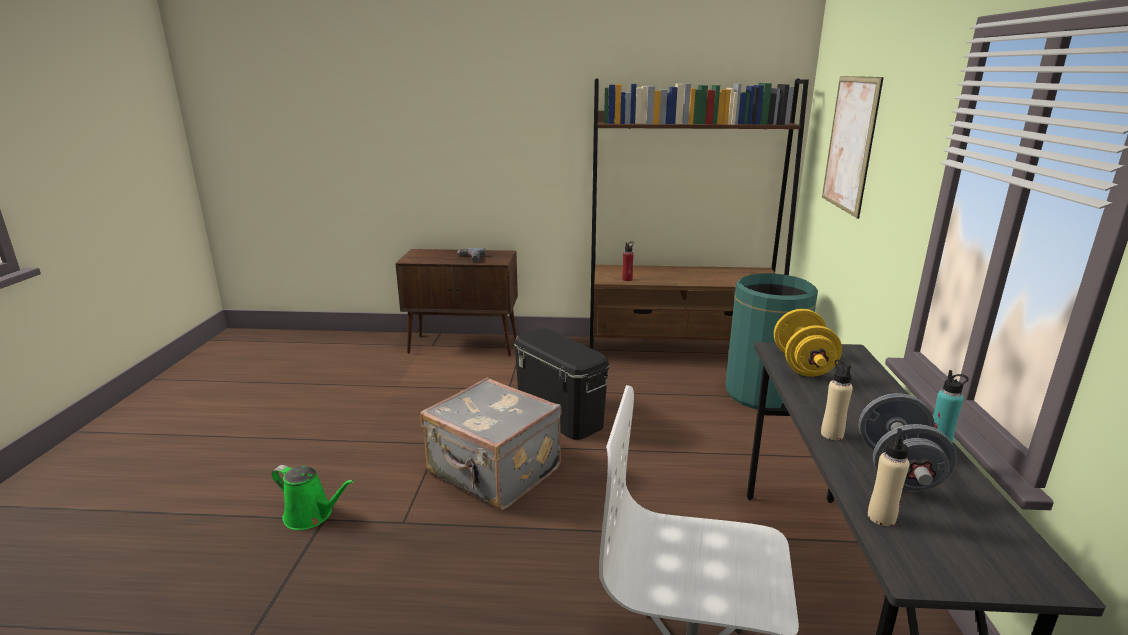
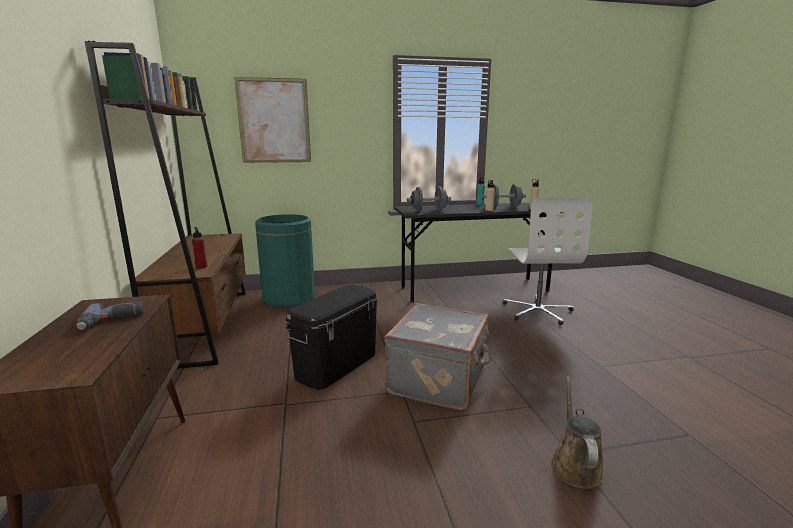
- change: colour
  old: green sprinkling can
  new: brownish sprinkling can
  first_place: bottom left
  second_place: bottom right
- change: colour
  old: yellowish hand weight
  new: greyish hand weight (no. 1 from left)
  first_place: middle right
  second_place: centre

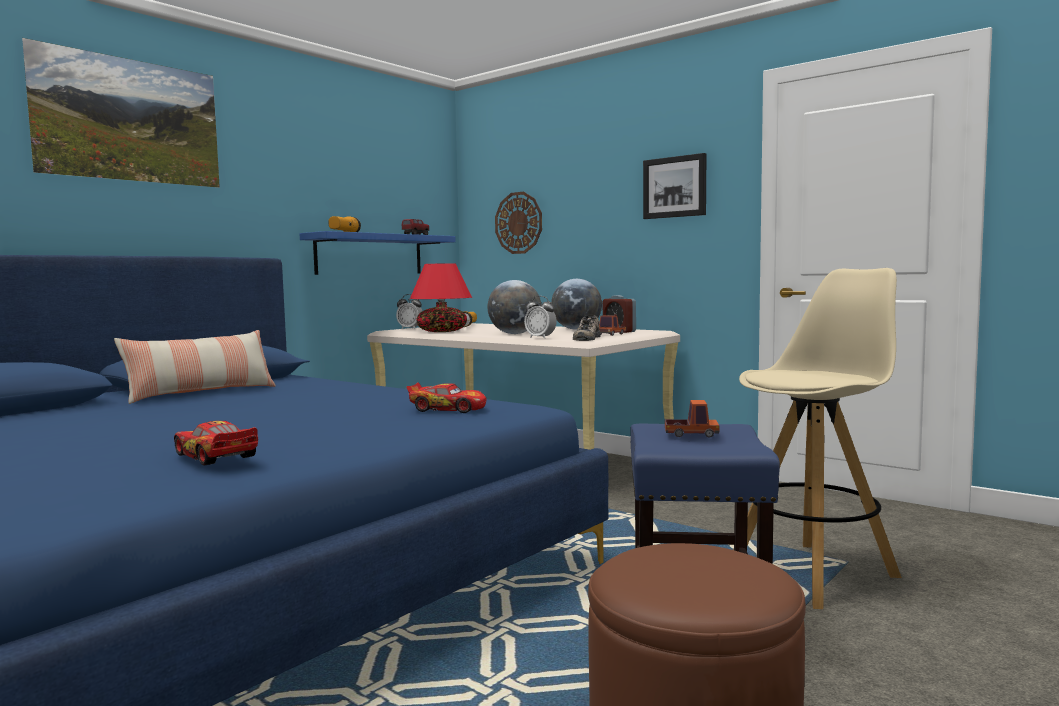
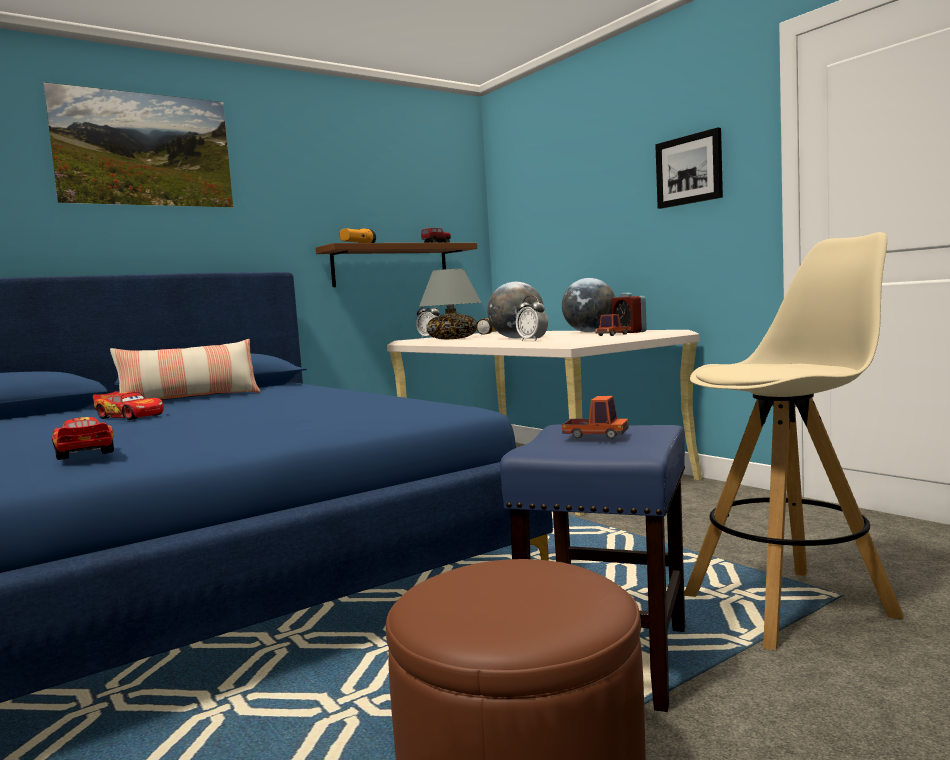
- change: colour
  old: blue wall shelf
  new: brownish wall shelf
  first_place: centre
  second_place: centre
- change: relocated
  old: toy car (no. 2 from left)
  first_place: centre
  second_place: middle left
- change: colour
  old: reddish table lamp
  new: greyish table lamp
  first_place: centre
  second_place: centre
- change: missing
  old: clock on the wall
  first_place: top centre
- change: missing
  old: item of footwear
  first_place: centre

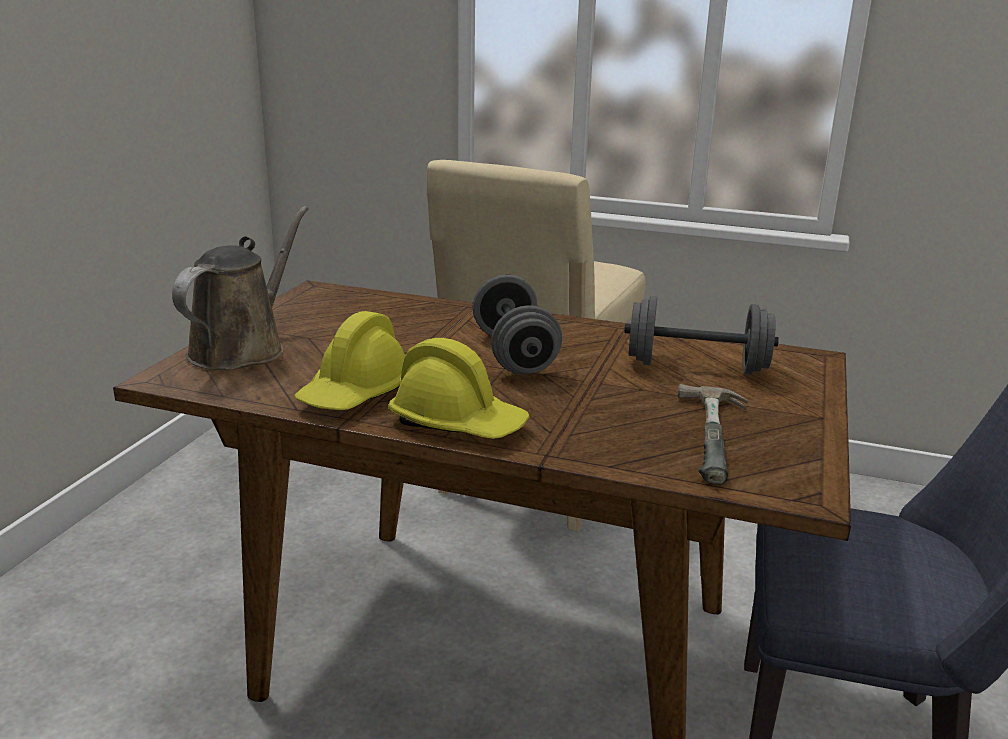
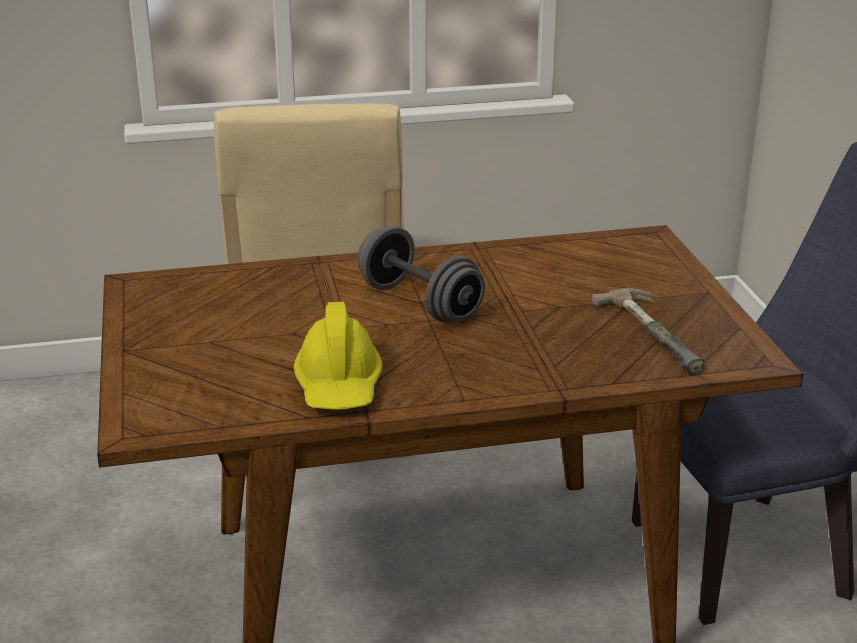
- change: missing
  old: brownish sprinkling can
  first_place: middle left
- change: missing
  old: yellowish safety helmet (no. 2 from left)
  first_place: centre
- change: missing
  old: greyish hand weight (no. 2 from left)
  first_place: middle right

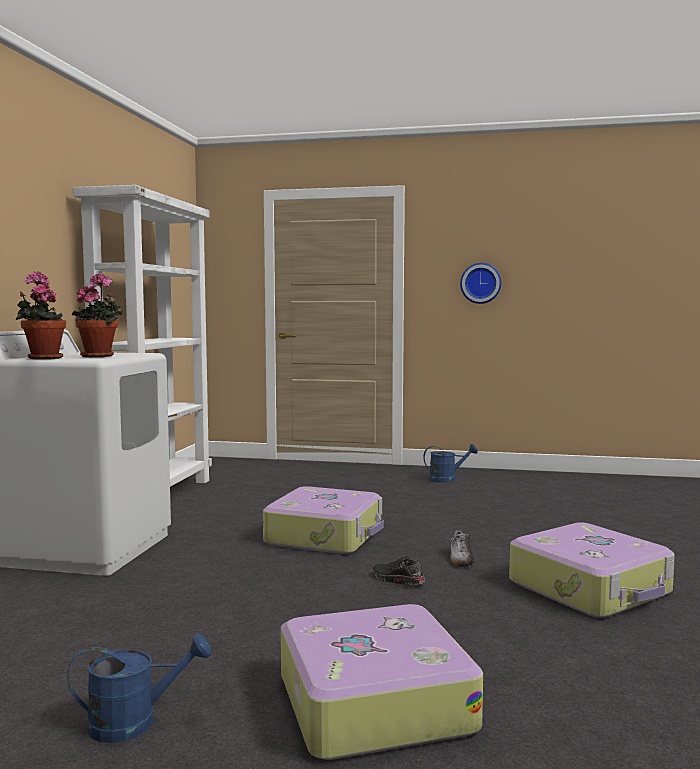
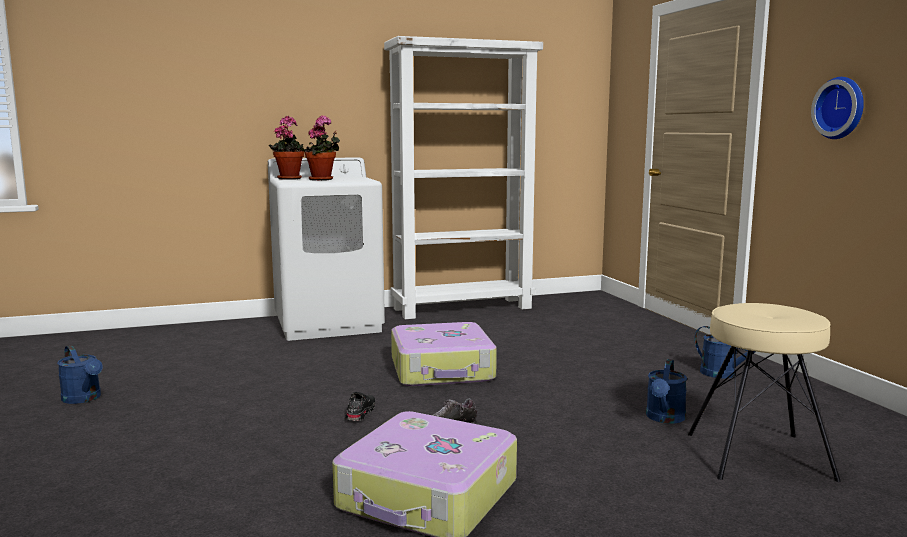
- change: missing
  old: travel case (no. 2 from left)
  first_place: bottom centre
- change: appeared
  new: blue sprinkling can (no. 2 from left)
  second_place: bottom right
- change: appeared
  new: beige-coloured stool seat
  second_place: bottom right

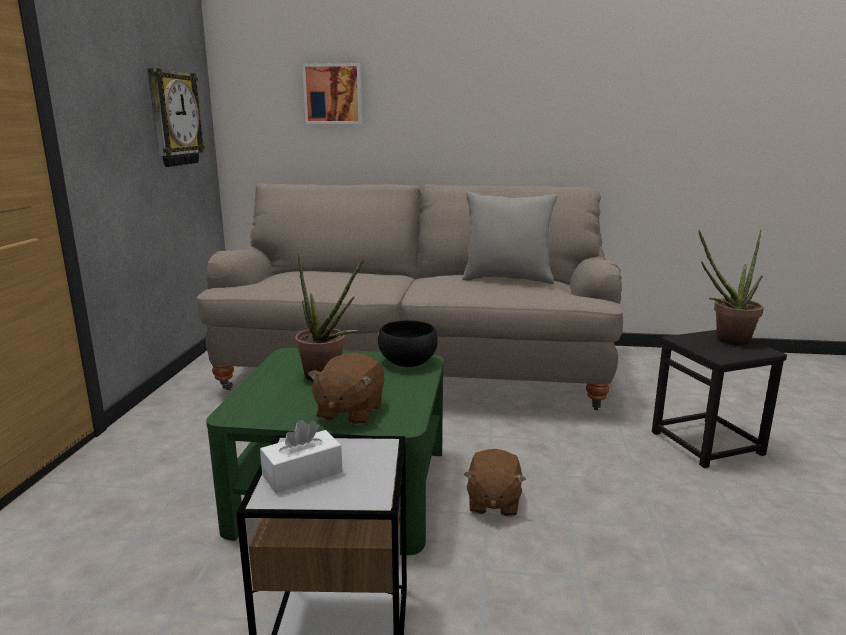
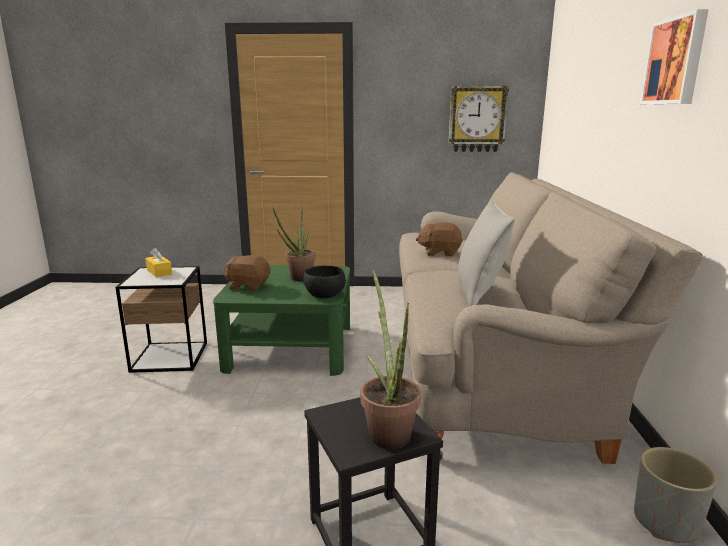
- change: colour
  old: white-coloured box of tissues
  new: yellowish box of tissues
  first_place: bottom centre
  second_place: middle left
- change: relocated
  old: wall art
  first_place: top centre
  second_place: top right
- change: relocated
  old: brownish plush toy (no. 2 from left)
  first_place: bottom centre
  second_place: centre
- change: appeared
  new: greyish plant pot
  second_place: bottom right

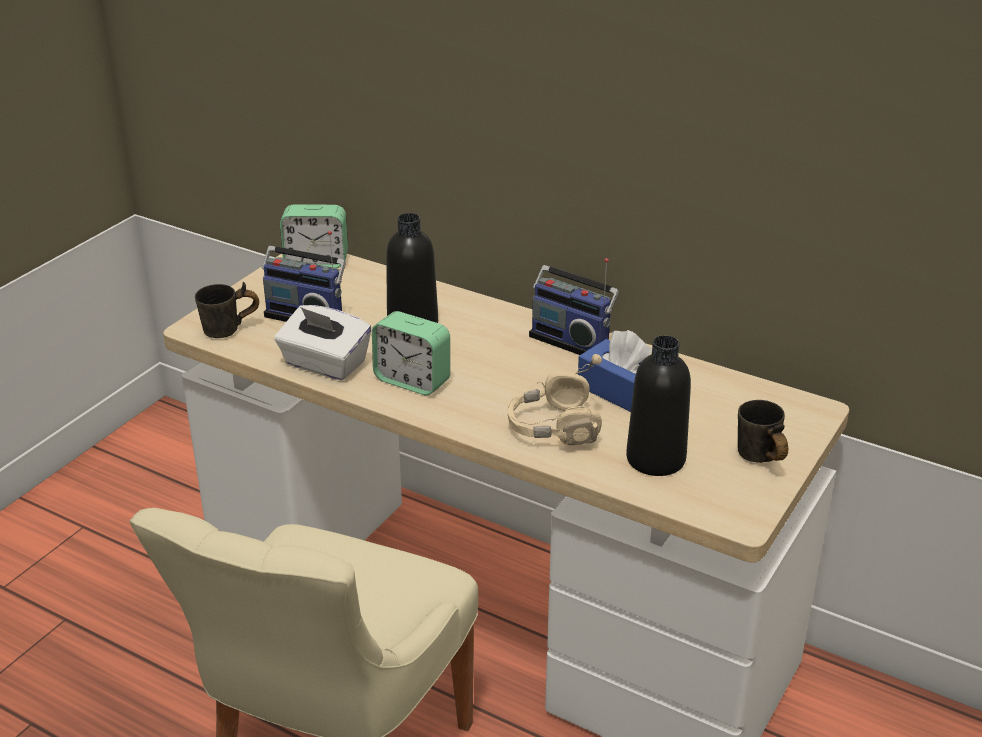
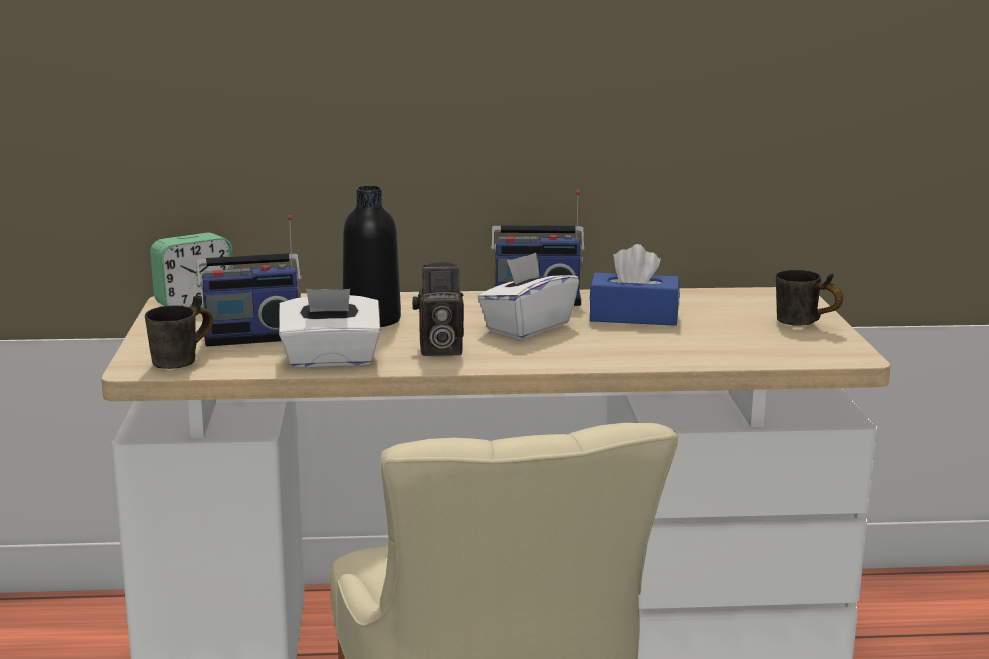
- change: exchanged
  old: table clock (no. 2 from left)
  new: photo camera
  first_place: centre
  second_place: centre
- change: missing
  old: beige-coloured headset
  first_place: centre
- change: missing
  old: blackish drink bottle (no. 2 from left)
  first_place: middle right
- change: appeared
  new: white-coloured box of tissues (no. 2 from left)
  second_place: centre

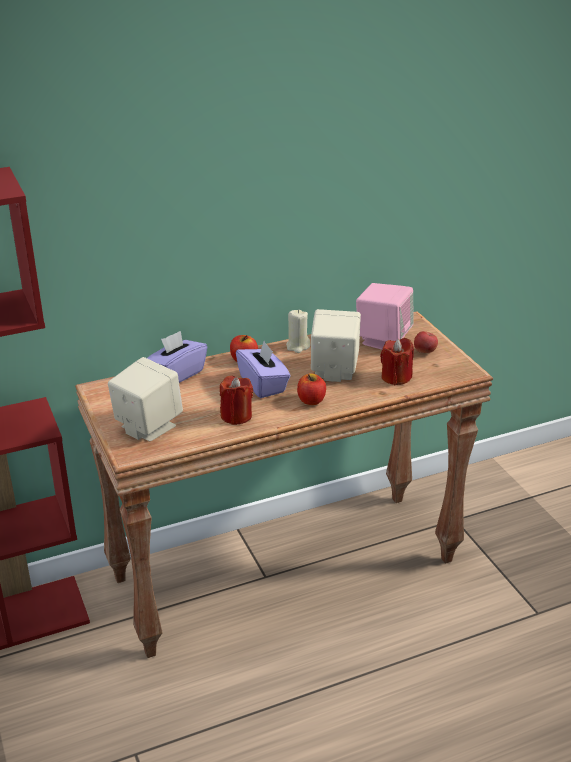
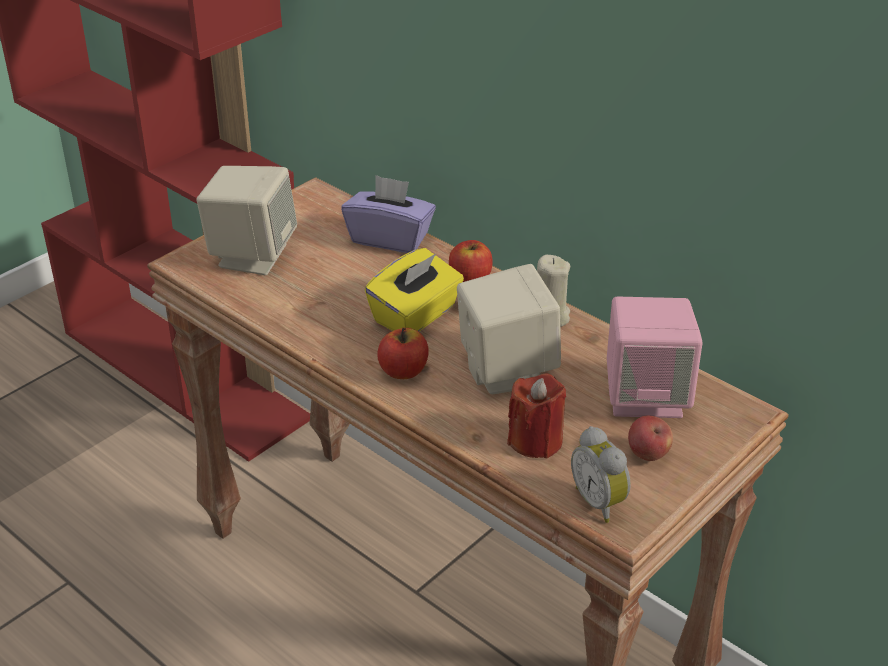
- change: missing
  old: reddish wax candle (no. 1 from left)
  first_place: centre
- change: colour
  old: purple box of tissues (no. 2 from left)
  new: yellowish box of tissues
  first_place: centre
  second_place: centre
- change: appeared
  new: table clock
  second_place: bottom right

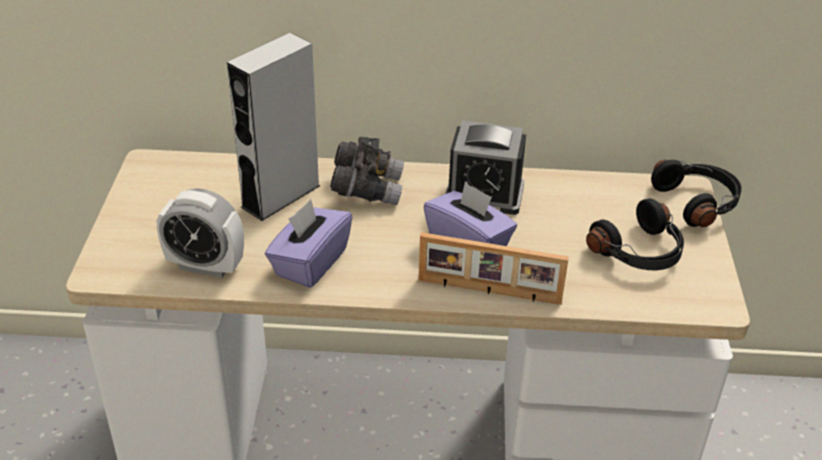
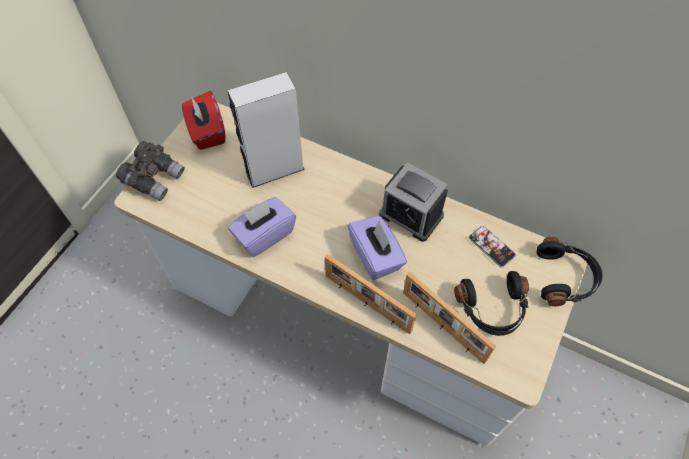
- change: missing
  old: table clock (no. 1 from left)
  first_place: middle left
- change: relocated
  old: greyish binoculars
  first_place: centre
  second_place: middle left
- change: appeared
  new: reddish box of tissues
  second_place: top left
- change: appeared
  new: picture frame (no. 2 from left)
  second_place: bottom centre
- change: appeared
  new: telephone
  second_place: middle right

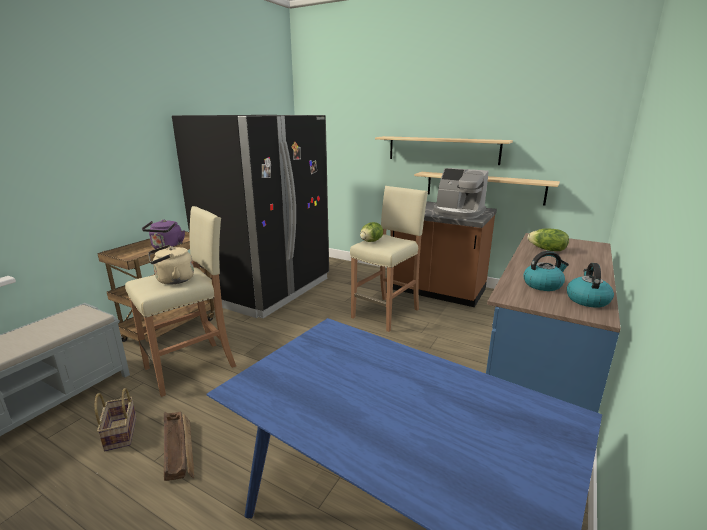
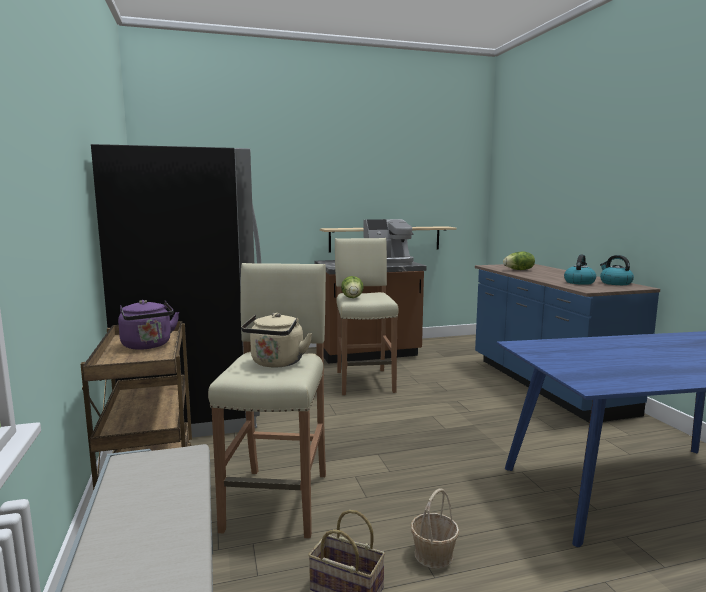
- change: exchanged
  old: shipping crate
  new: storage basket (no. 2 from left)
  first_place: bottom left
  second_place: bottom centre
- change: missing
  old: wall shelf (no. 1 from left)
  first_place: top centre

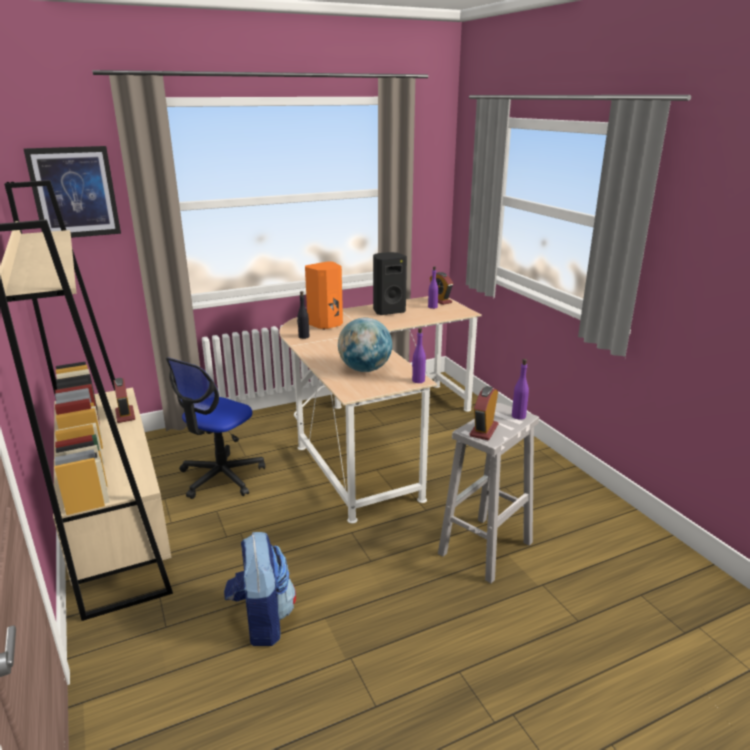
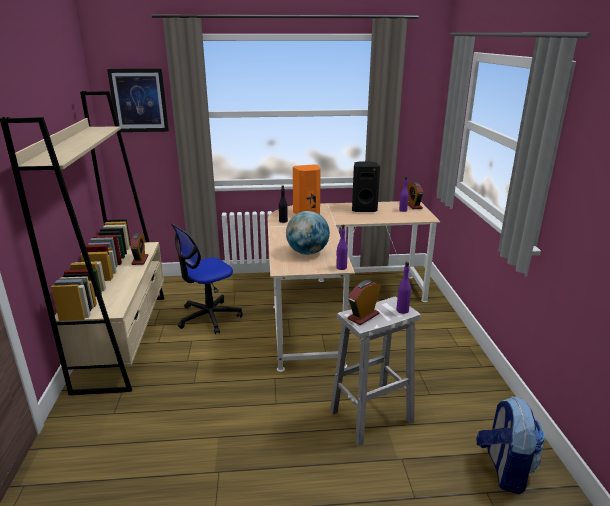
- change: relocated
  old: knapsack
  first_place: bottom centre
  second_place: bottom right

